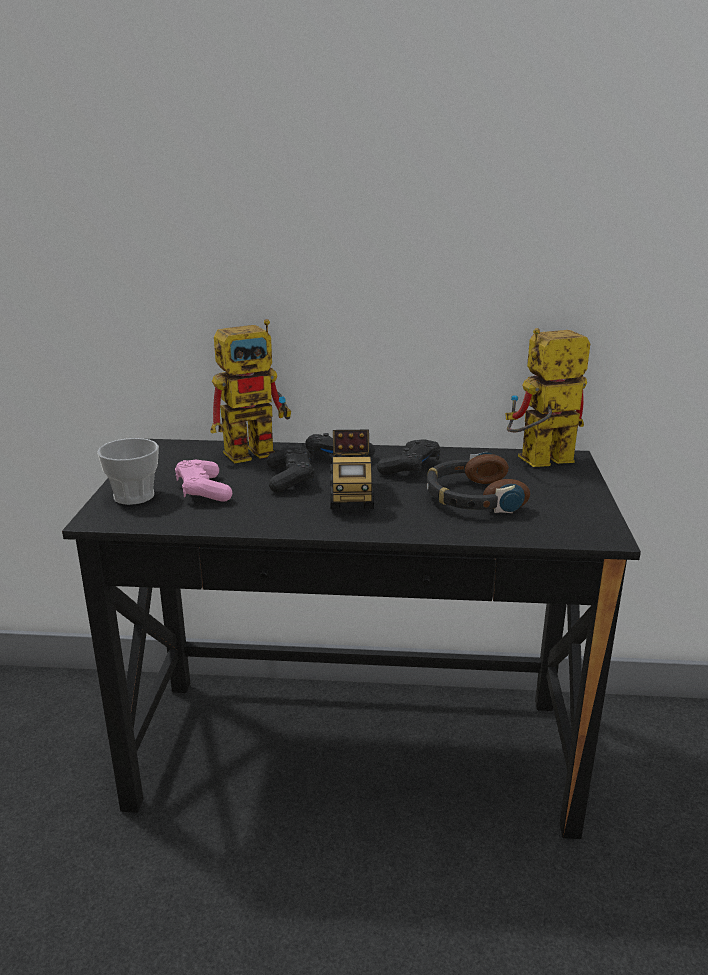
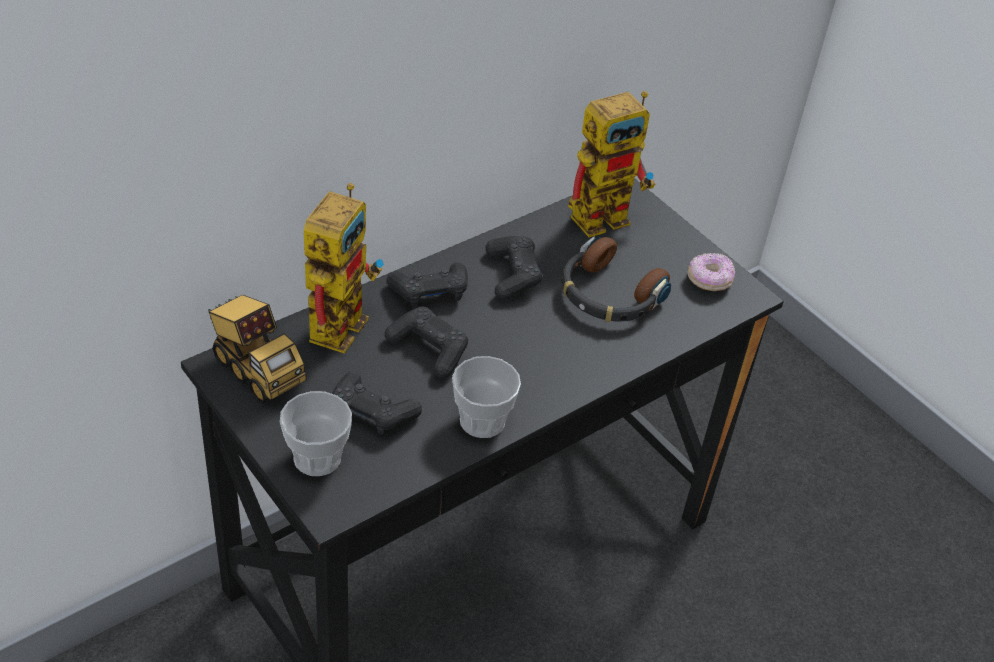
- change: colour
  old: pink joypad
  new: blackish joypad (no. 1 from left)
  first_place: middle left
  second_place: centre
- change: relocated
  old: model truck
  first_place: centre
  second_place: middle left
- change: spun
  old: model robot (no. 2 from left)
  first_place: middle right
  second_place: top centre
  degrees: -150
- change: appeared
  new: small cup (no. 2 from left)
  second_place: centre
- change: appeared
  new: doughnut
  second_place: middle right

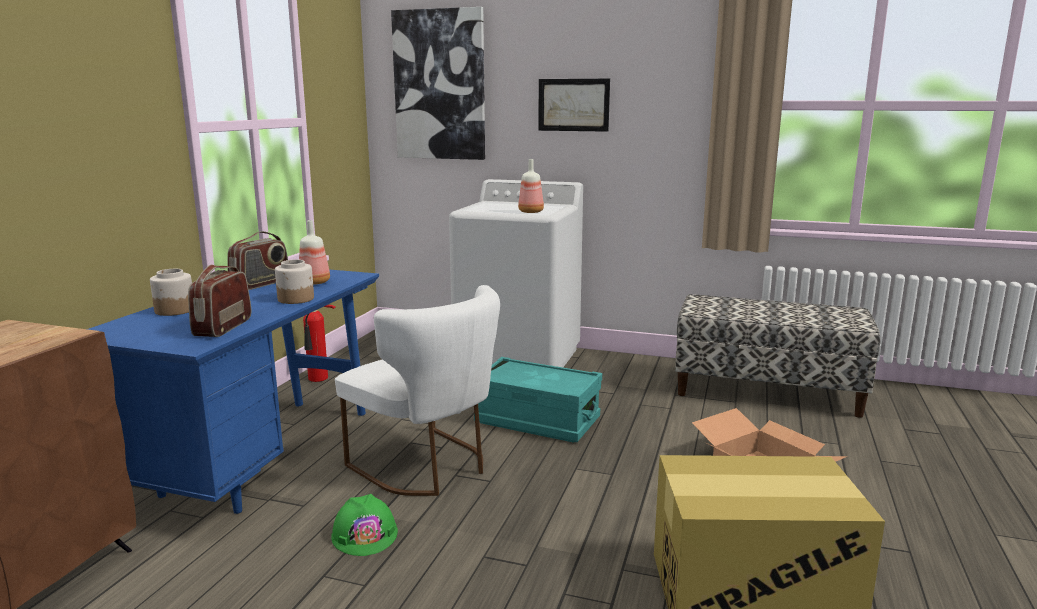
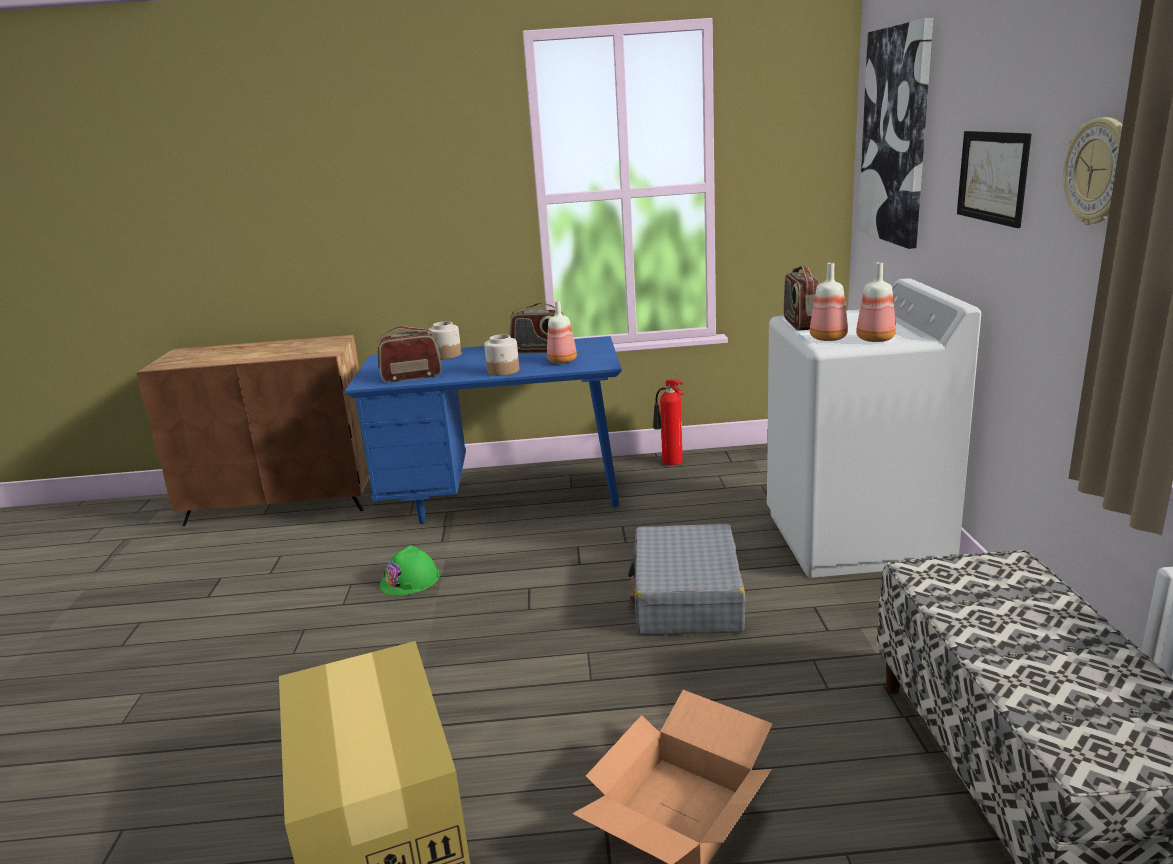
- change: missing
  old: white-coloured plain chair
  first_place: centre
- change: exchanged
  old: turquoise-coloured storage bin
  new: greyish travel case
  first_place: centre
  second_place: bottom centre
- change: appeared
  new: radio set (no. 3 from left)
  second_place: middle right
- change: appeared
  new: drink bottle (no. 3 from left)
  second_place: middle right
- change: appeared
  new: clock on the wall
  second_place: top right

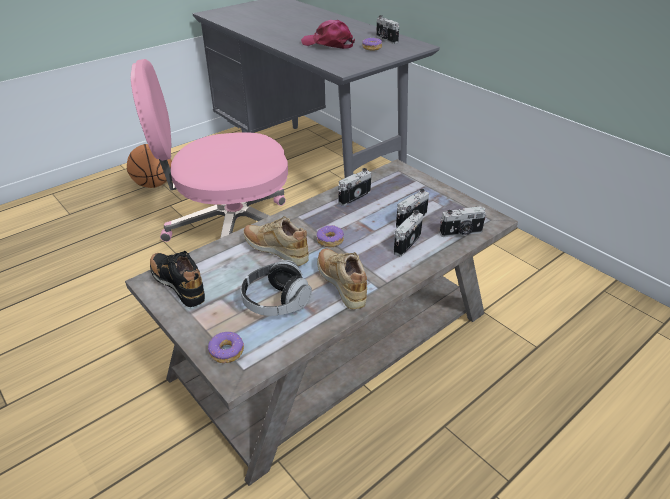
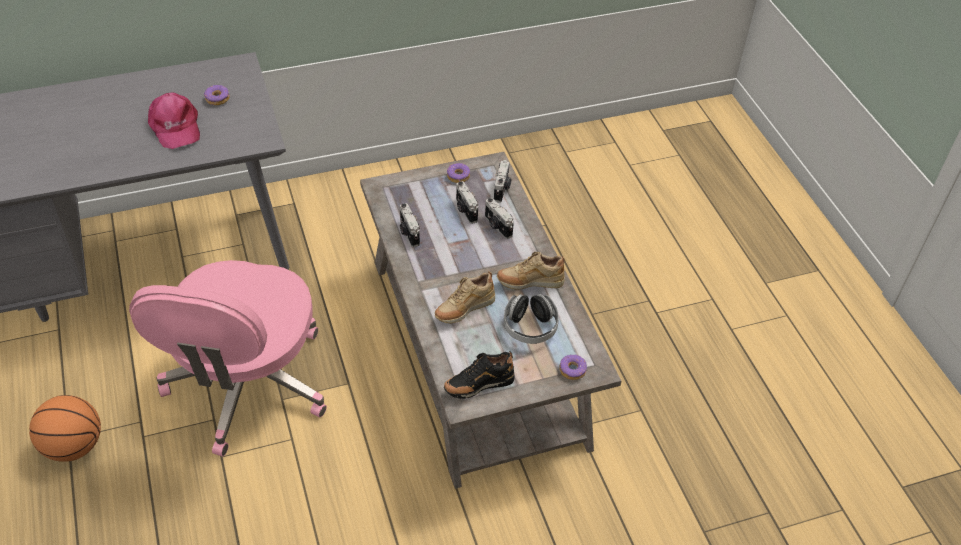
- change: spun
  old: pink baseball cap
  first_place: top centre
  second_place: top left
  degrees: -75
- change: relocated
  old: doughnut (no. 2 from left)
  first_place: centre
  second_place: top centre
- change: missing
  old: photo camera (no. 2 from left)
  first_place: top centre

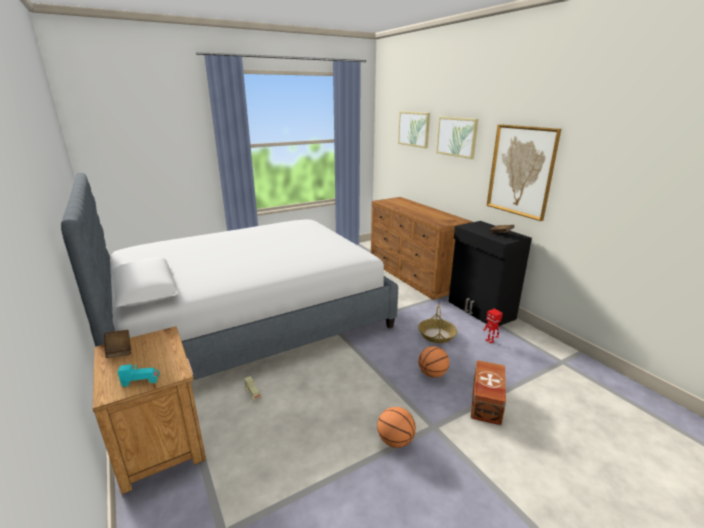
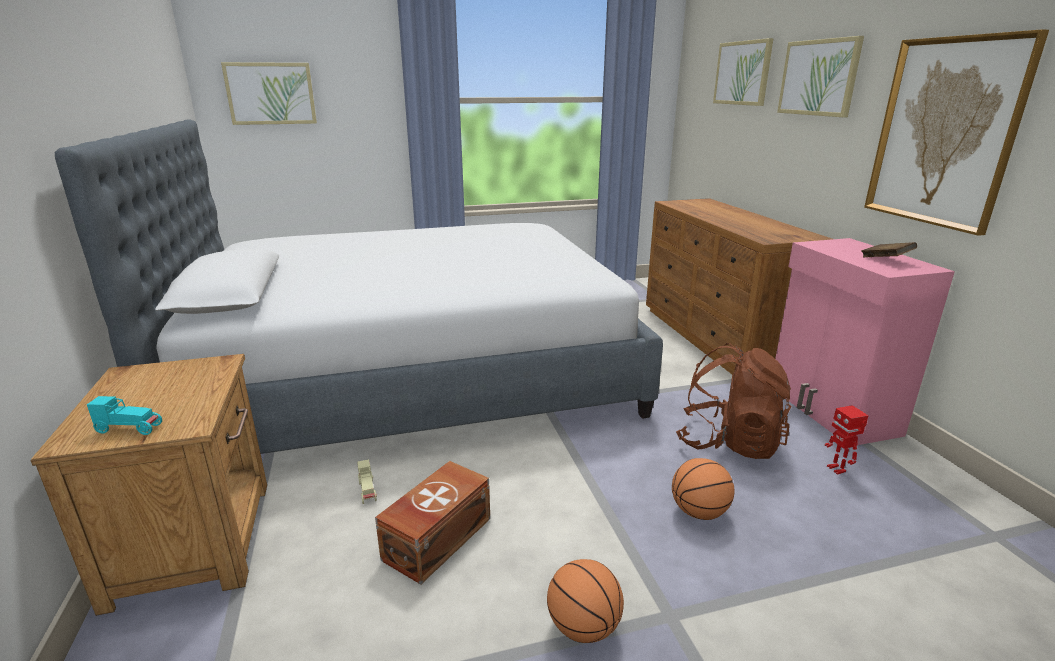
- change: missing
  old: brownish volume (no. 1 from left)
  first_place: middle left
- change: exchanged
  old: storage basket
  new: brownish knapsack
  first_place: centre
  second_place: middle right
- change: colour
  old: blackish cabinet
  new: pink cabinet
  first_place: middle right
  second_place: middle right
- change: relocated
  old: brownish storage bin
  first_place: bottom right
  second_place: bottom centre
- change: appeared
  new: wall art (no. 1 from left)
  second_place: top left

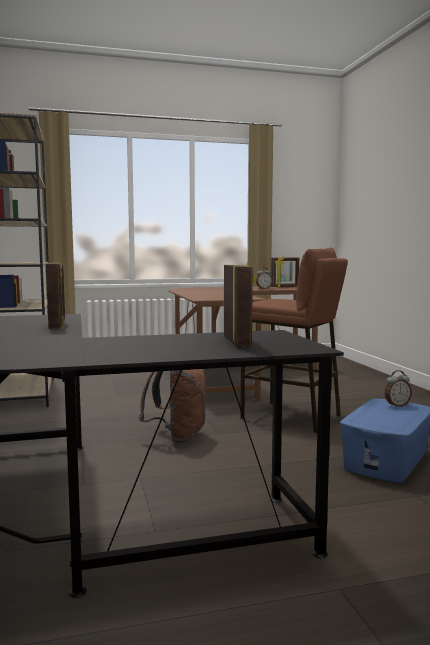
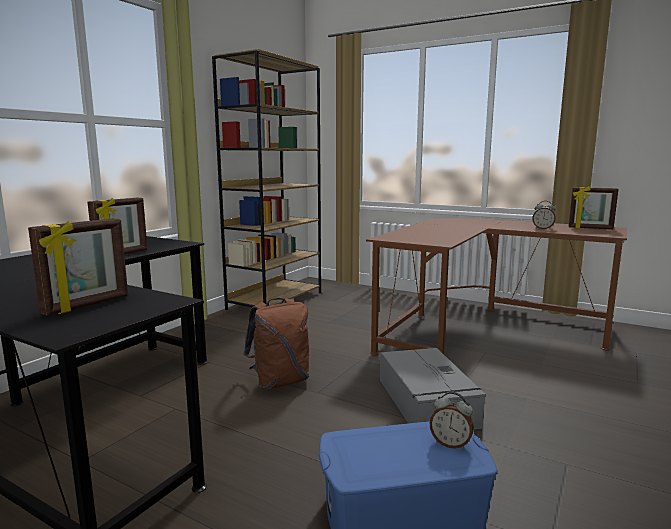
- change: exchanged
  old: brownish stool seat
  new: greyish storage bin
  first_place: middle right
  second_place: bottom centre

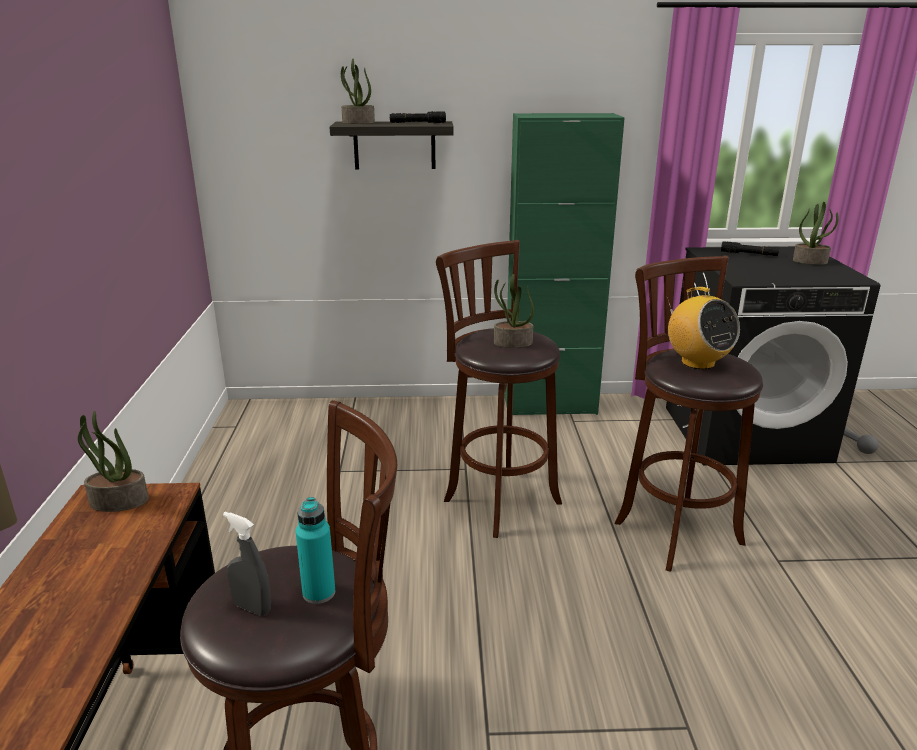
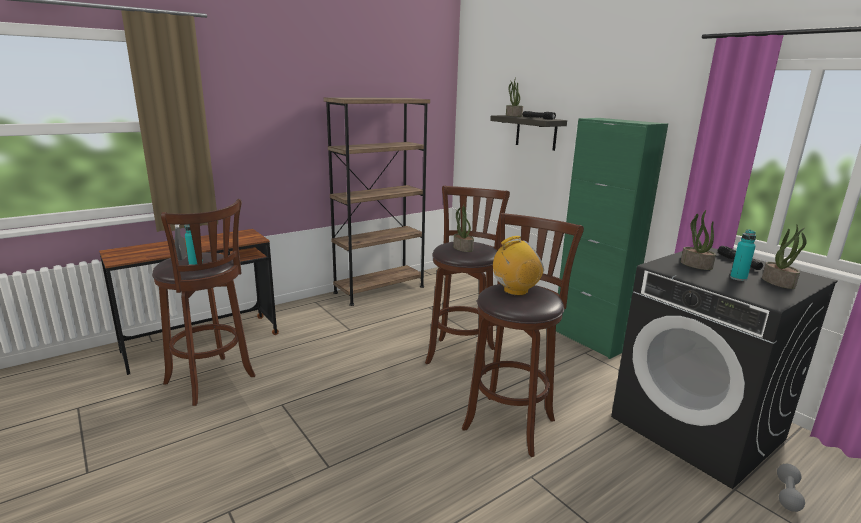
- change: relocated
  old: plant in a pot (no. 1 from left in the first image)
  new: plant in a pot (no. 3 from left)
  first_place: middle left
  second_place: middle right
- change: spun
  old: radio set
  first_place: middle right
  second_place: centre
  degrees: -135
- change: appeared
  new: brownish bookcase
  second_place: centre
- change: appeared
  new: turquoise-coloured drink bottle (no. 2 from left)
  second_place: middle right

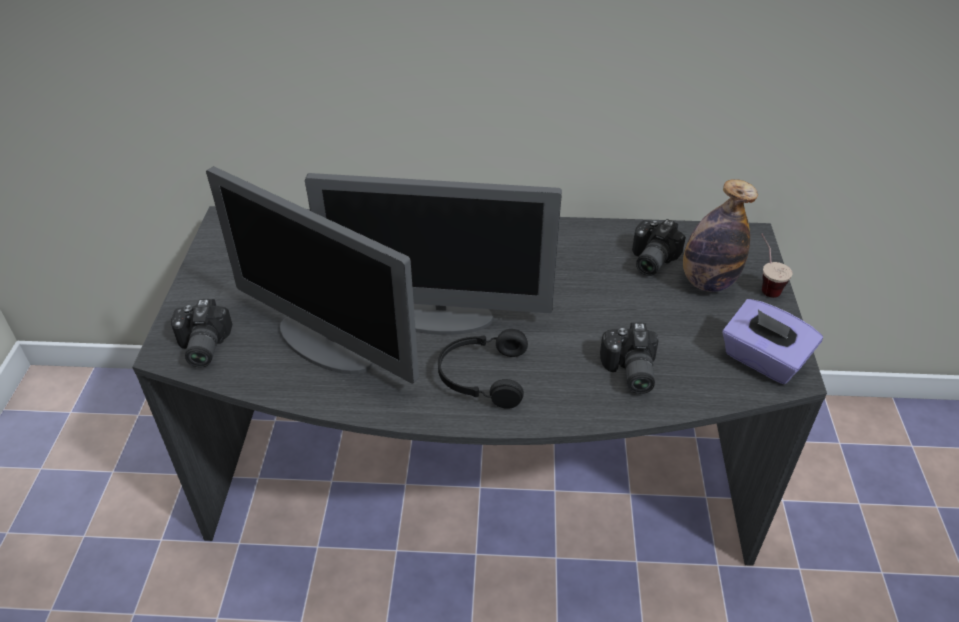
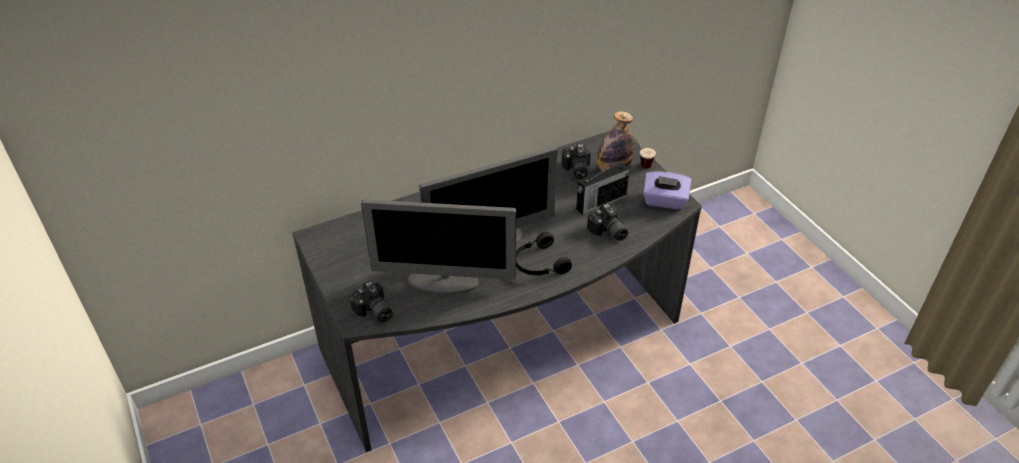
- change: appeared
  new: radio set
  second_place: centre

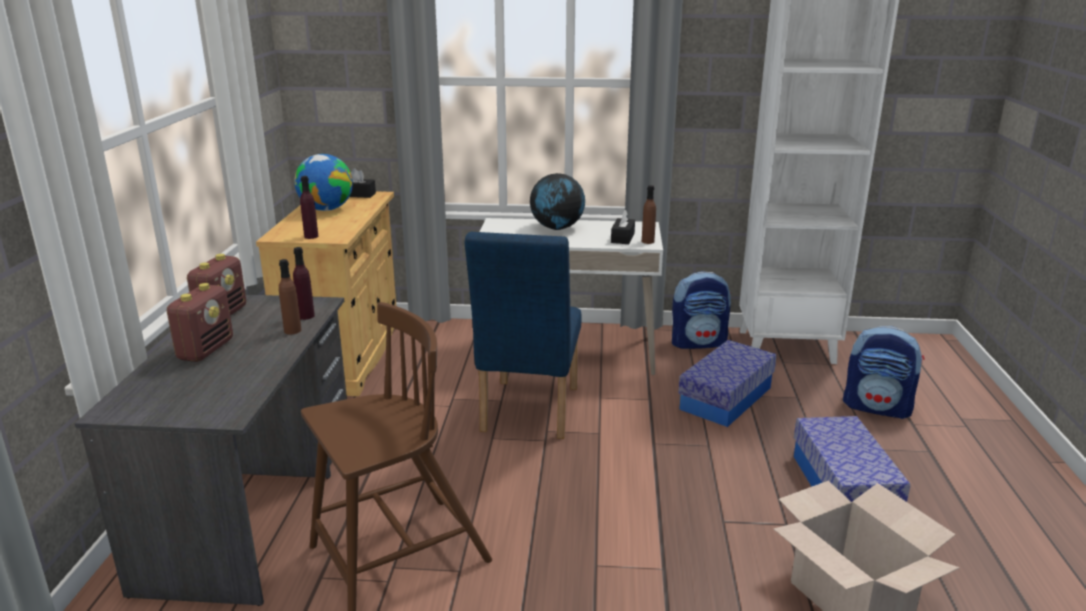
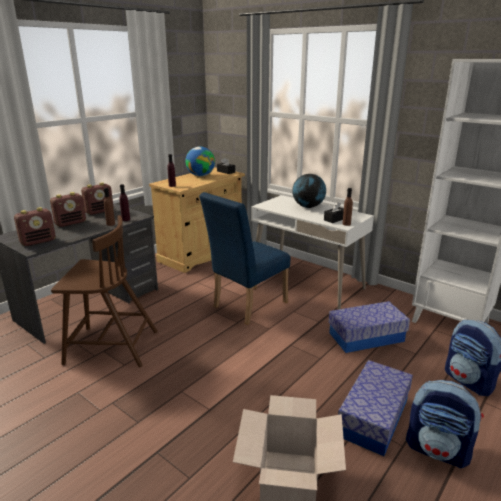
- change: relocated
  old: knapsack (no. 1 from left)
  first_place: centre
  second_place: bottom right
- change: appeared
  new: radio set (no. 1 from left)
  second_place: middle left

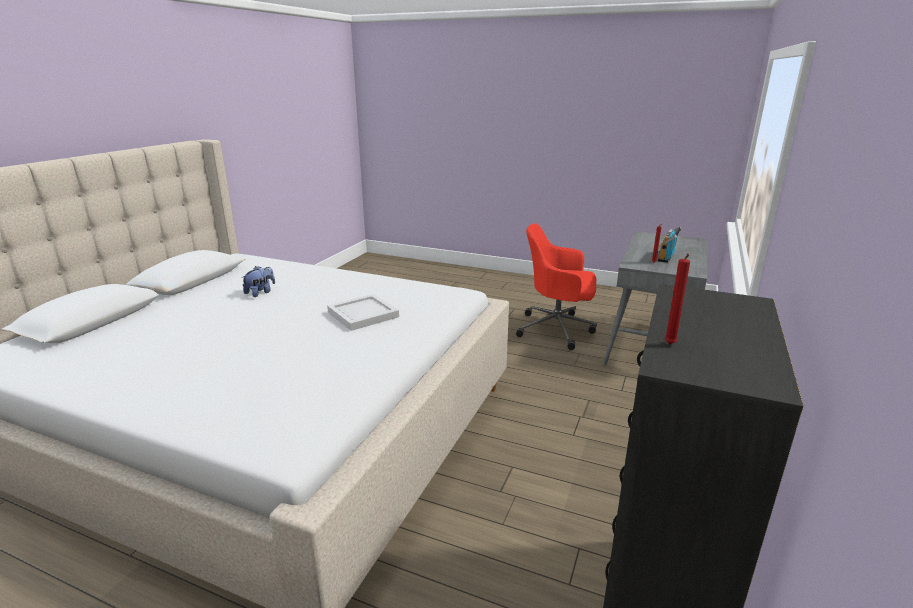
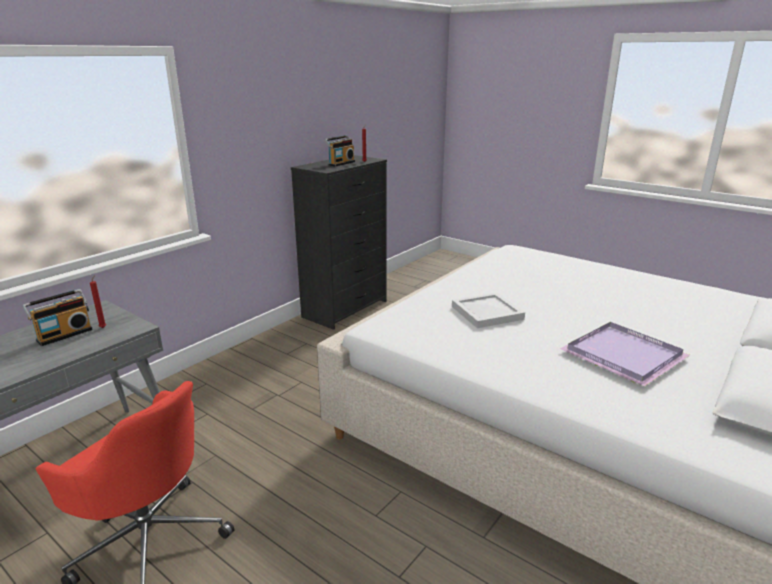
- change: exchanged
  old: plush toy
  new: purple tray
  first_place: middle left
  second_place: middle right
- change: appeared
  new: radio set (no. 2 from left)
  second_place: top centre

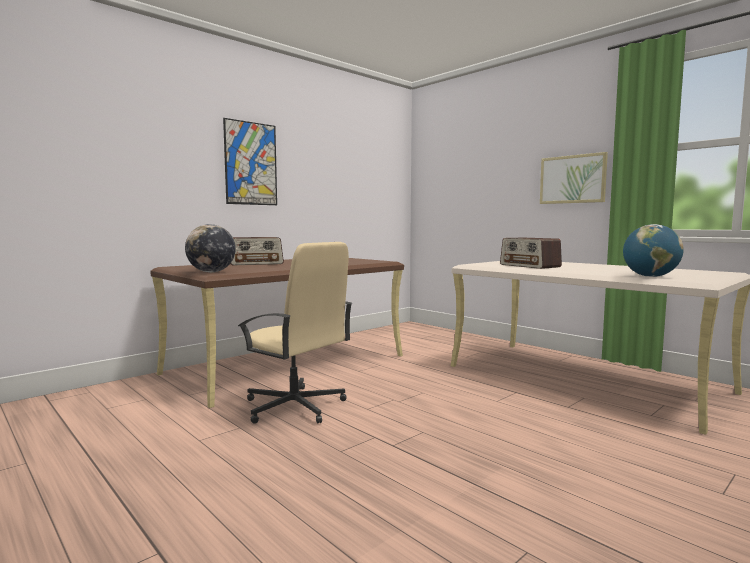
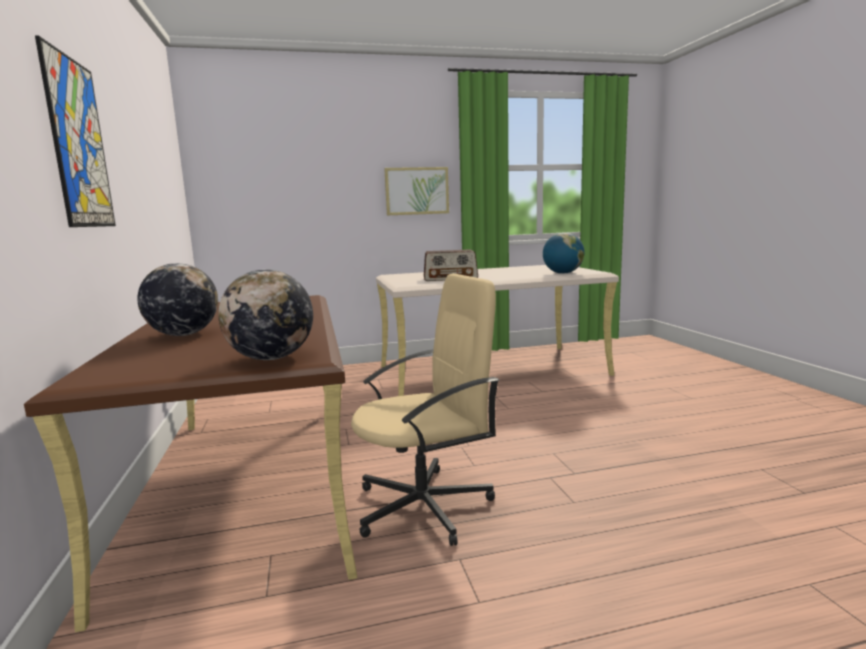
- change: exchanged
  old: radio set (no. 1 from left)
  new: world globe (no. 1 from left)
  first_place: centre
  second_place: middle left

